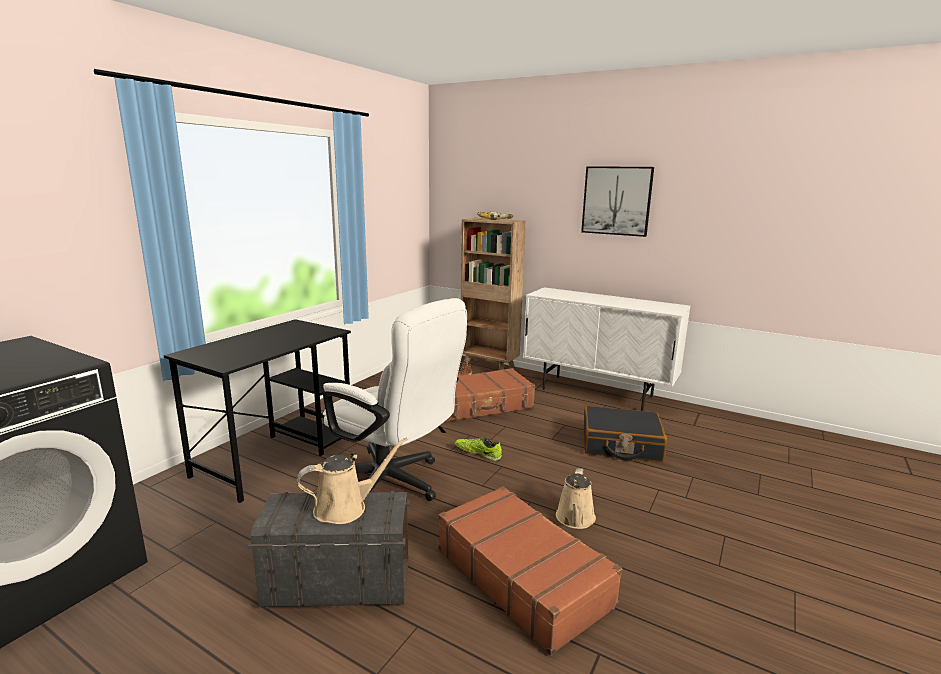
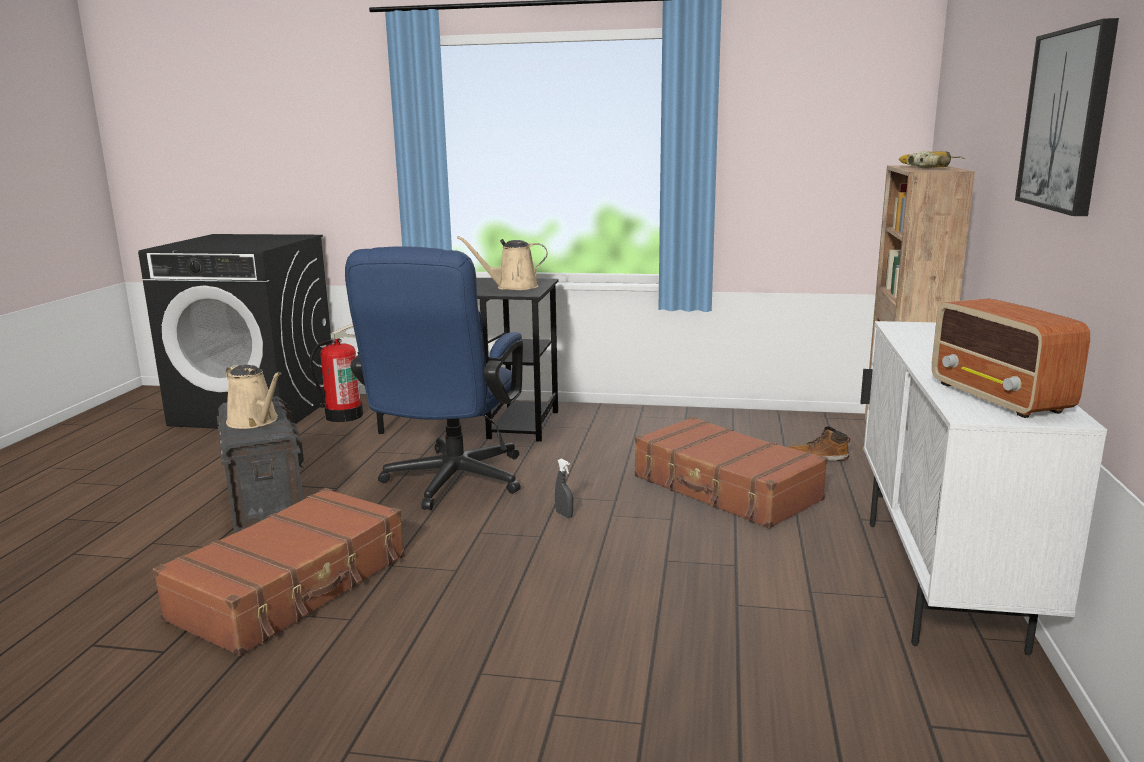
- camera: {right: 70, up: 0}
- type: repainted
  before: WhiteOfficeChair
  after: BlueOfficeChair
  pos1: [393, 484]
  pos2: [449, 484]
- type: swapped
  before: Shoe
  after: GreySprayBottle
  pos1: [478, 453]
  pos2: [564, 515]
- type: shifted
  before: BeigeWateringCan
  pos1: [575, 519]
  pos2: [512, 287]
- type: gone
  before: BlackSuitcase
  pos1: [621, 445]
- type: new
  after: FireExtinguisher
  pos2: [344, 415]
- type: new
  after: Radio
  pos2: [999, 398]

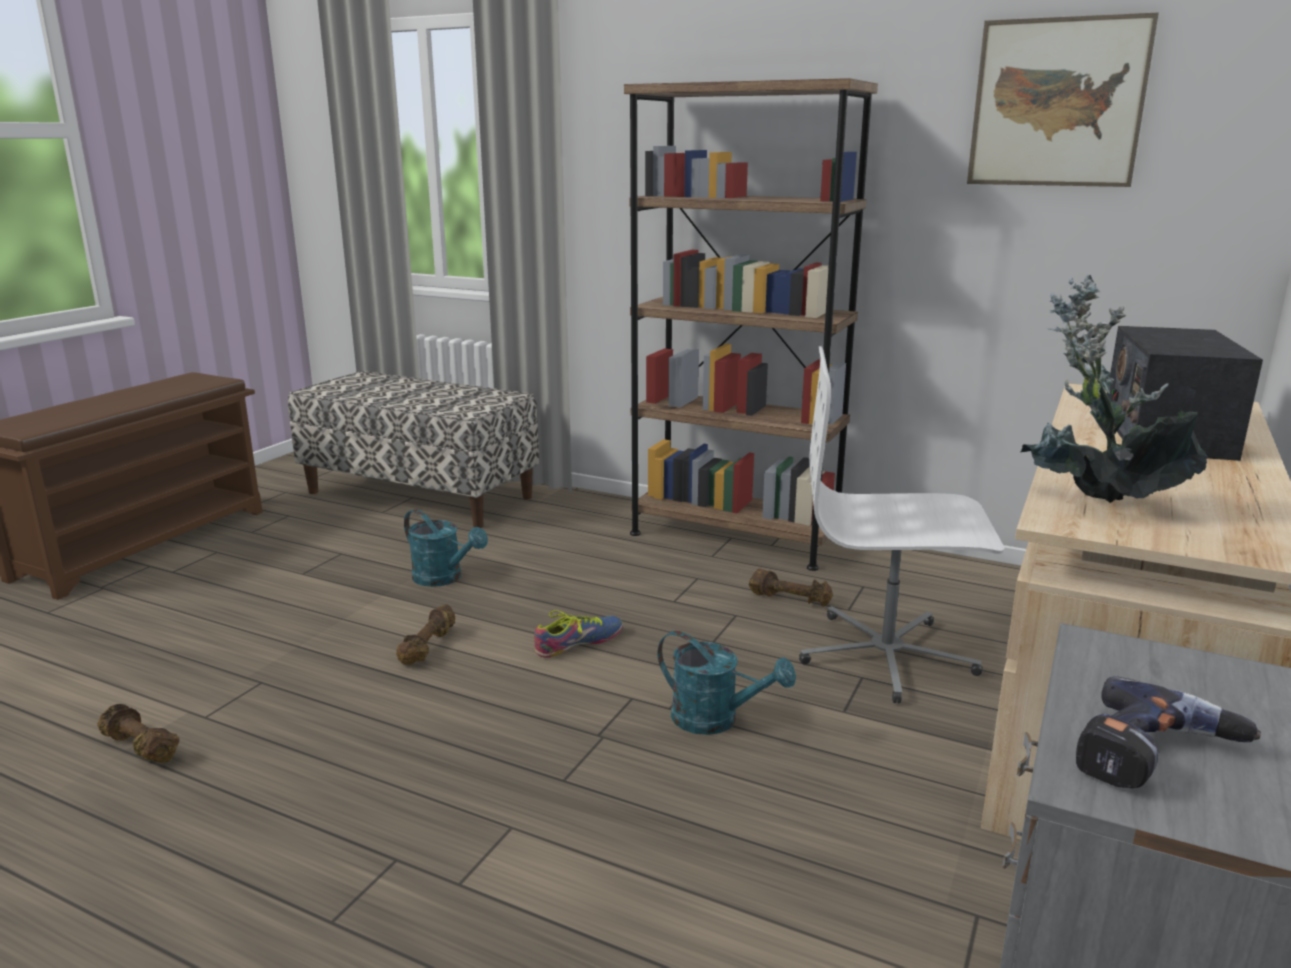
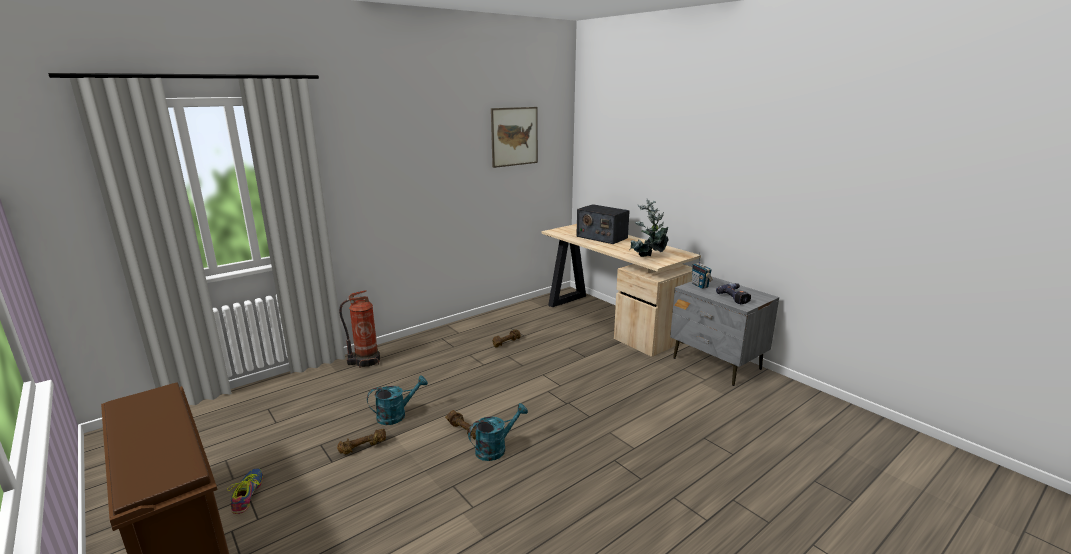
- camera: {right: -65, up: 0}
- type: shifted
  before: BrownDumbbell
  pos1: [139, 748]
  pos2: [363, 447]
- type: gone
  before: Bench
  pos1: [420, 495]
- type: shifted
  before: Shoe
  pos1: [578, 642]
  pos2: [247, 494]
- type: gone
  before: BrownBookcase
  pos1: [734, 536]
- type: shifted
  before: TurquoiseWateringCan
  pos1: [716, 720]
  pos2: [495, 448]
- type: gone
  before: WhiteOfficeChair
  pos1: [887, 655]
- type: new
  after: FireExtinguisher
  pos2: [365, 361]
- type: new
  after: Radio
  pos2: [700, 286]

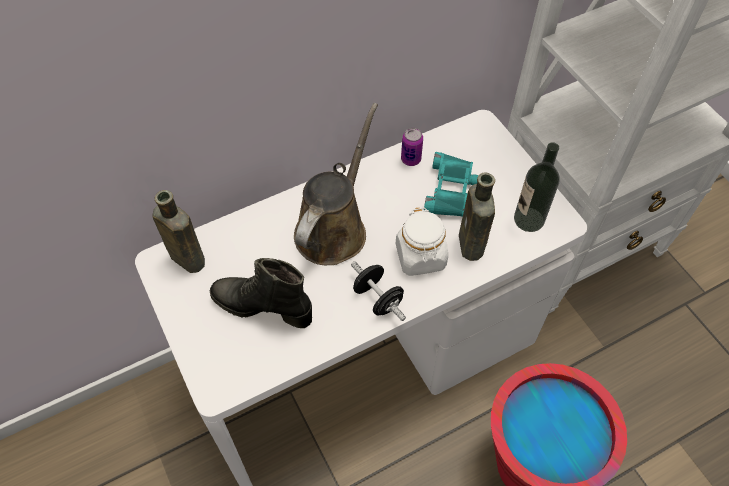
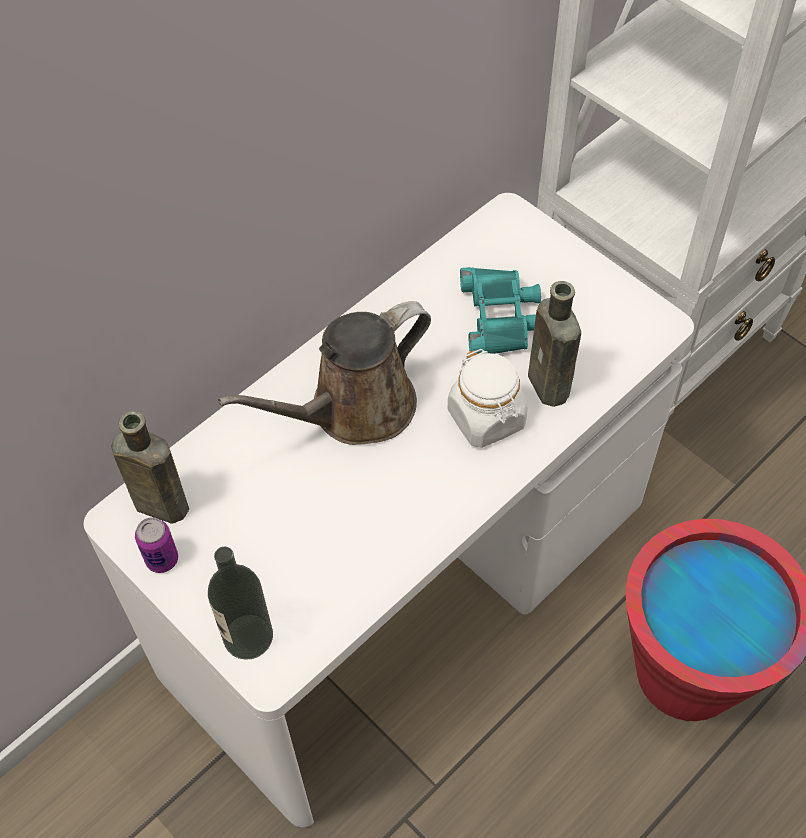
- camera: {right: -15, up: 0}
- type: gone
  before: BlackBoot
  pos1: [263, 307]
- type: rotated
  before: BrownWateringCan
  pos1: [334, 228]
  pos2: [354, 409]
  turn: -135
- type: gone
  before: BlackDumbbell
  pos1: [378, 299]
- type: shifted
  before: Can
  pos1: [411, 159]
  pos2: [162, 559]
- type: shifted
  before: Bottle
  pos1: [529, 219]
  pos2: [248, 636]

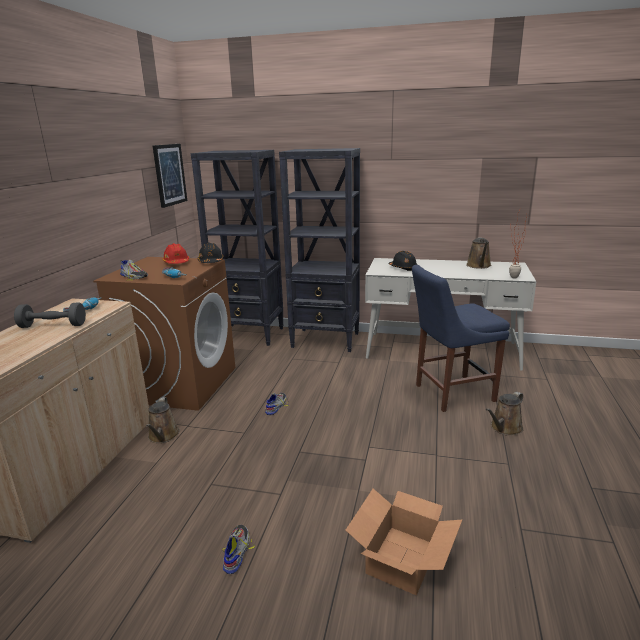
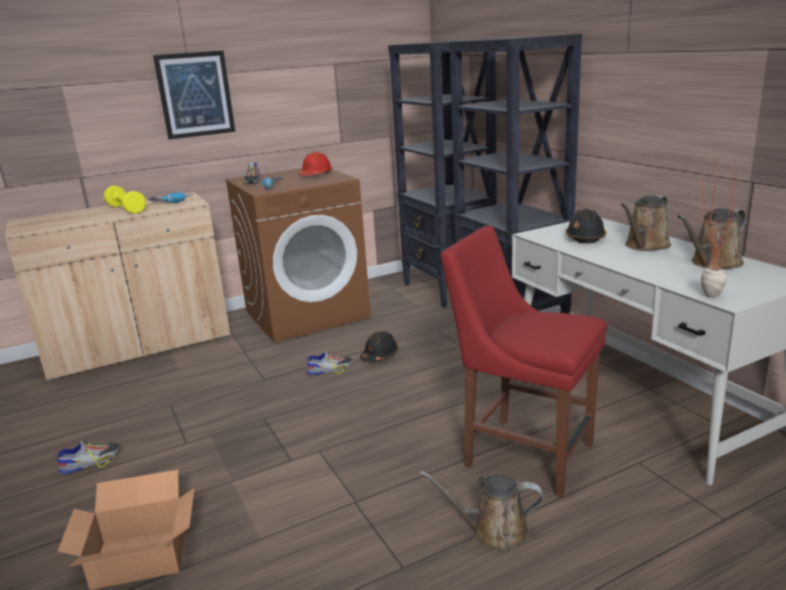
- camera: {right: 50, up: 0}
- type: repainted
  before: GreyDumbbell
  after: YellowDumbbell
  pos1: [53, 326]
  pos2: [126, 209]
- type: shifted
  before: BrownWateringCan
  pos1: [163, 436]
  pos2: [645, 246]
- type: shifted
  before: Picture
  pos1: [169, 175]
  pos2: [195, 94]
- type: shifted
  before: BlackHardHat
  pos1: [211, 262]
  pos2: [380, 355]
- type: repainted
  before: BlueChair
  after: RedChair
  pos1: [450, 393]
  pos2: [523, 452]

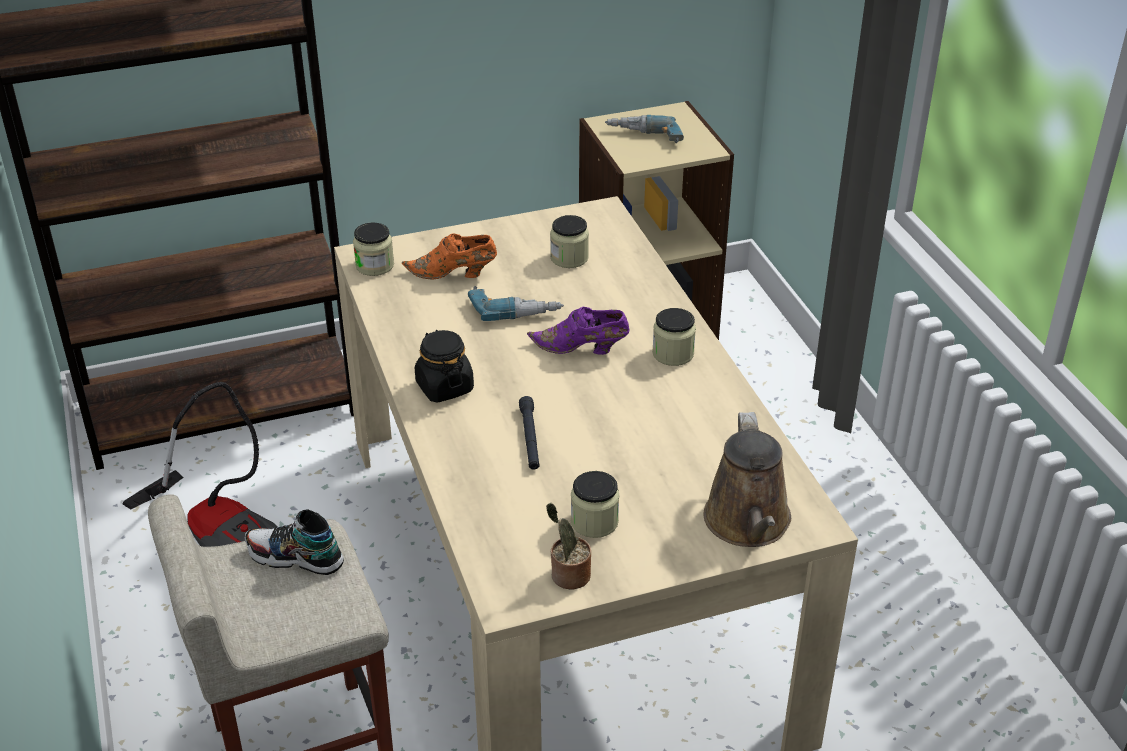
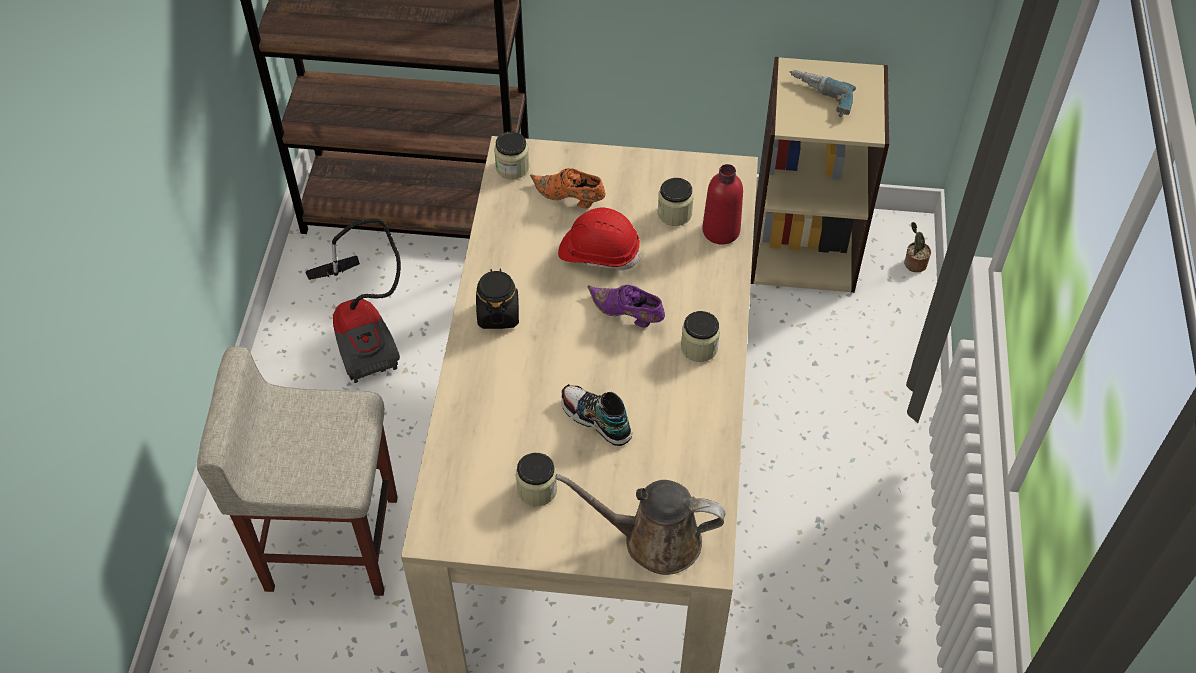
- camera: {right: 25, up: 15}
- type: shifted
  before: Shoe
  pos1: [295, 558]
  pos2: [596, 419]
- type: swapped
  before: PowerDrill
  after: RedHardHat
  pos1: [515, 308]
  pos2: [599, 252]
- type: gone
  before: BlackFlashlight
  pos1: [530, 438]
- type: shifted
  before: PottedPlant
  pos1: [568, 576]
  pos2: [913, 263]
- type: rotated
  before: BrownWateringCan
  pos1: [748, 524]
  pos2: [654, 540]
  turn: 75
- type: new
  after: RedBottle
  pos2: [721, 231]

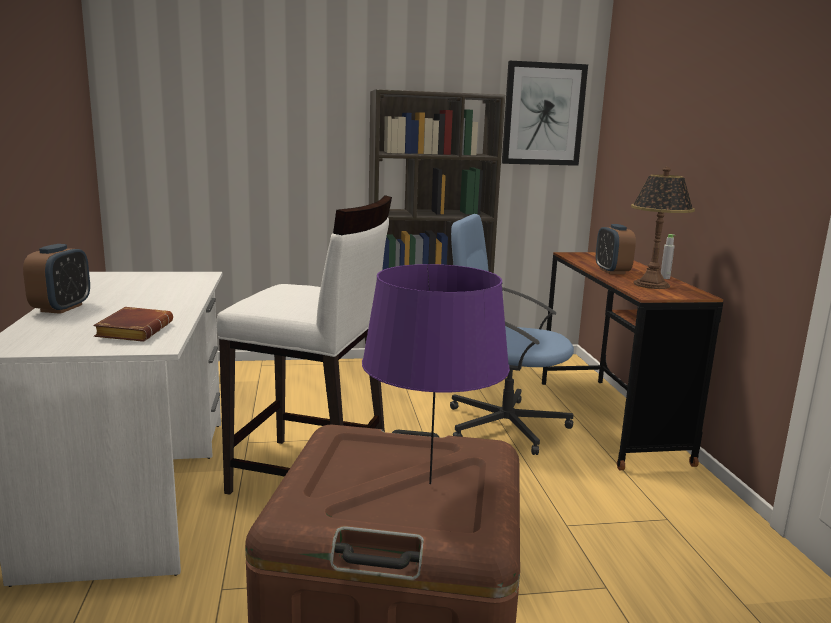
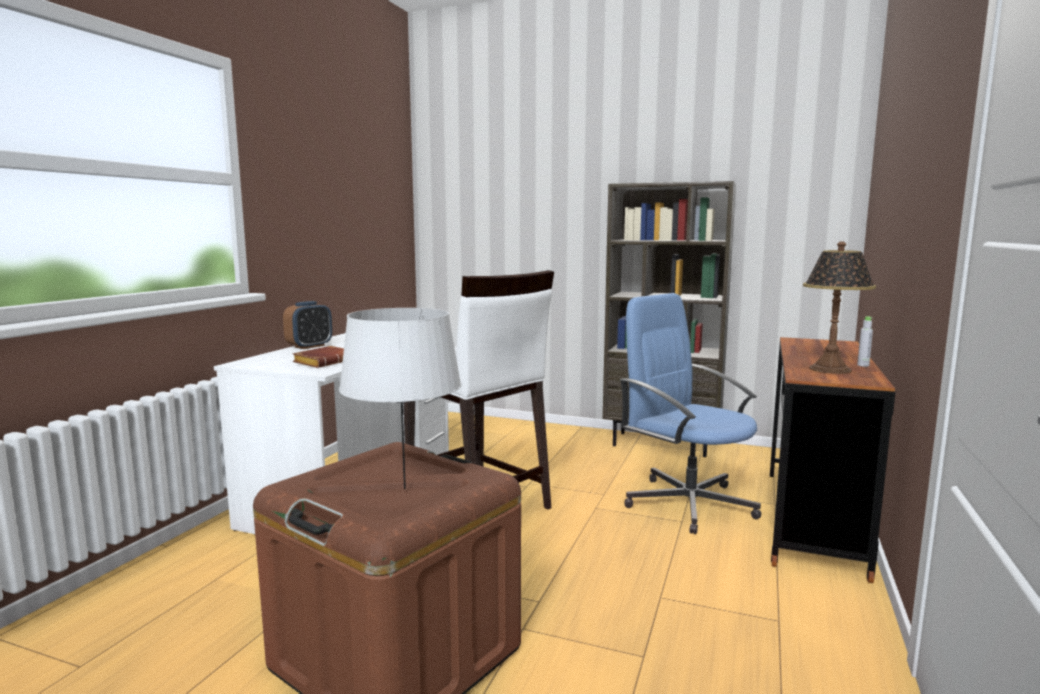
- camera: {right: 30, up: -5}
- type: repainted
  before: PurpleTableLamp
  after: GreyTableLamp
  pos1: [431, 483]
  pos2: [405, 488]
- type: gone
  before: Picture
  pos1: [543, 114]
- type: gone
  before: AlarmClock
  pos1: [612, 271]

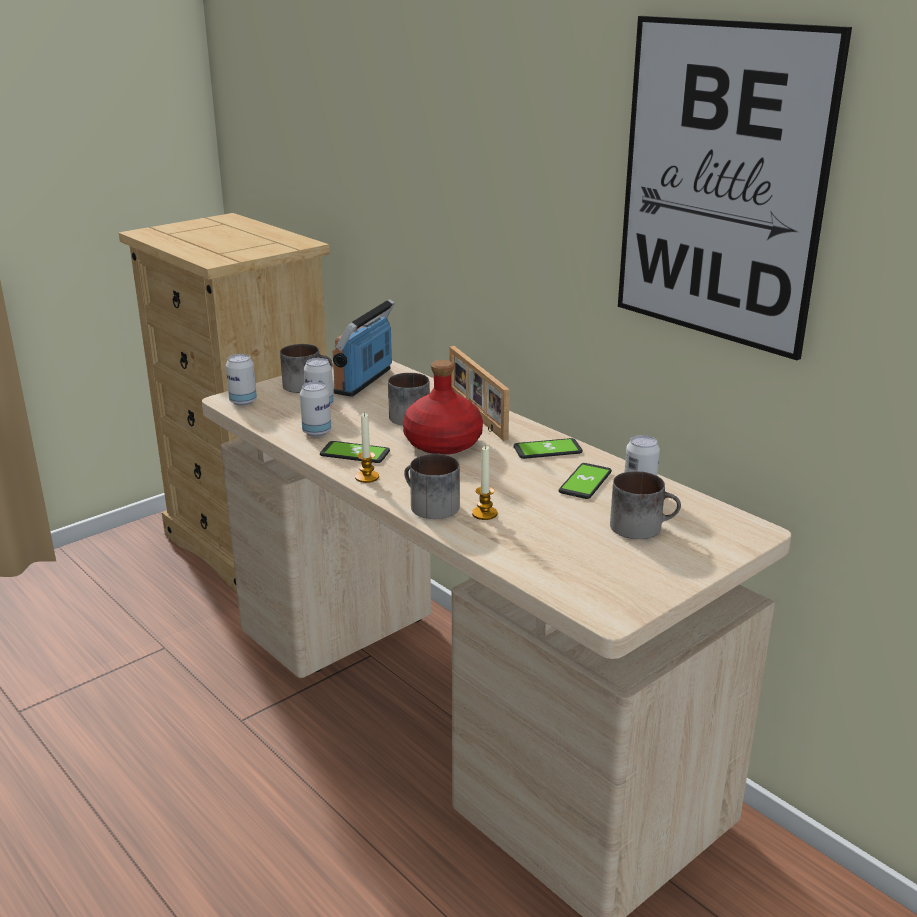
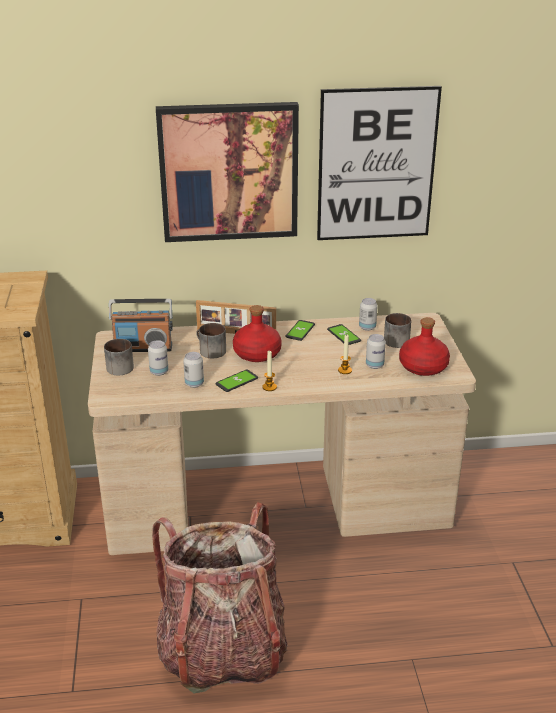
- camera: {right: -55, up: 5}
- type: shifted
  before: Can
  pos1: [243, 402]
  pos2: [374, 365]
- type: rotated
  before: Radio
  pos1: [364, 381]
  pos2: [143, 347]
  turn: -60
- type: gone
  before: Mug
  pos1: [428, 506]
- type: new
  after: Backpack
  pos2: [222, 650]
- type: new
  after: Picture
  pos2: [229, 172]
- type: new
  after: RedBottle
  pos2: [423, 367]

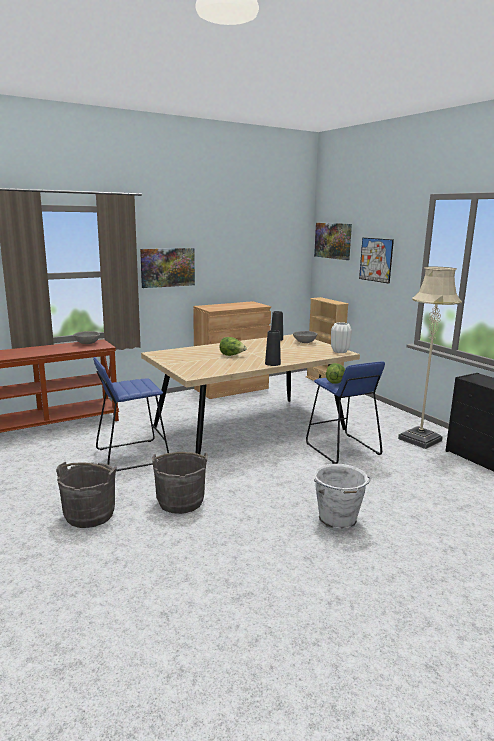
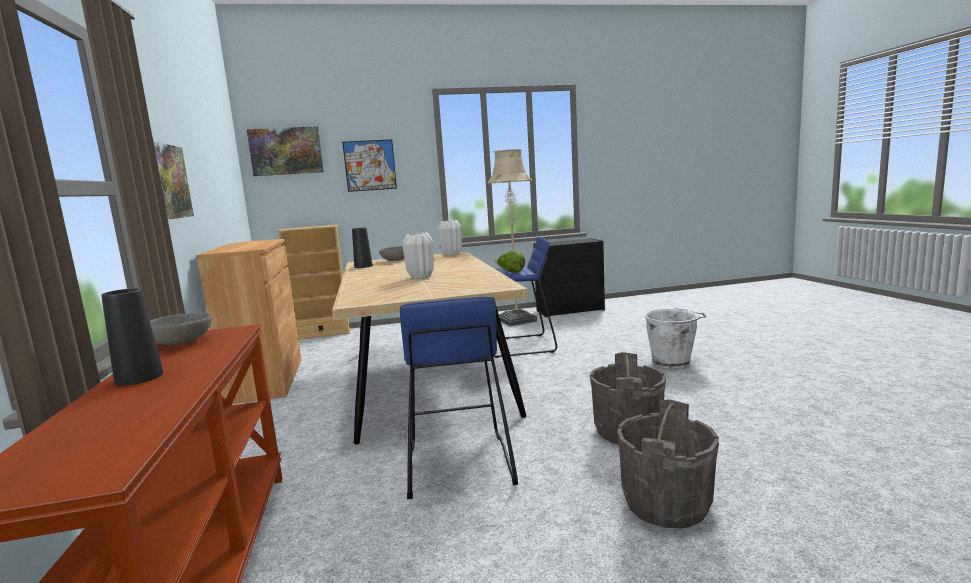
- camera: {right: -70, up: -5}
- type: swapped
  before: Lettuce
  after: WhiteVase
  pos1: [232, 355]
  pos2: [420, 277]
- type: shifted
  before: BlackVase
  pos1: [272, 363]
  pos2: [139, 377]

